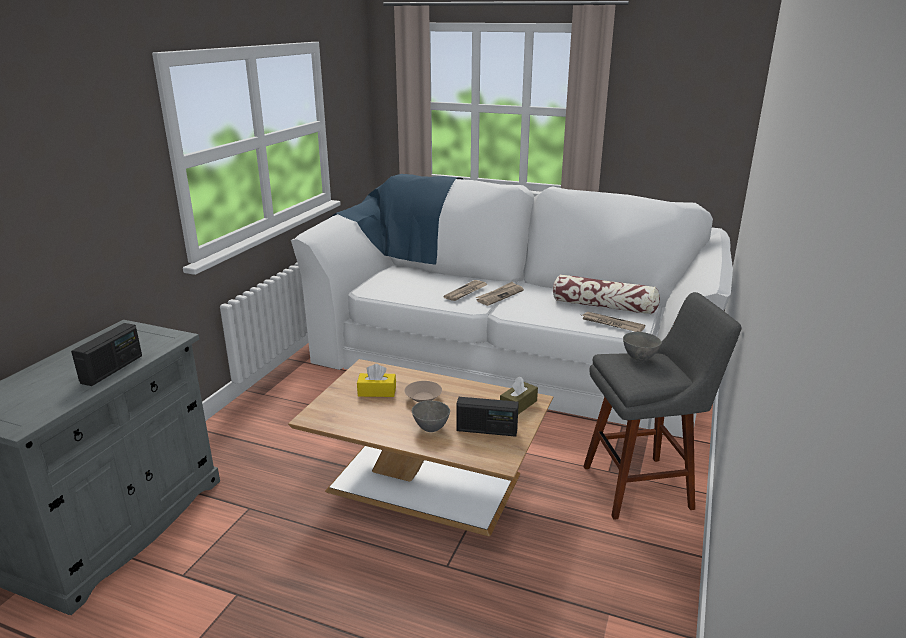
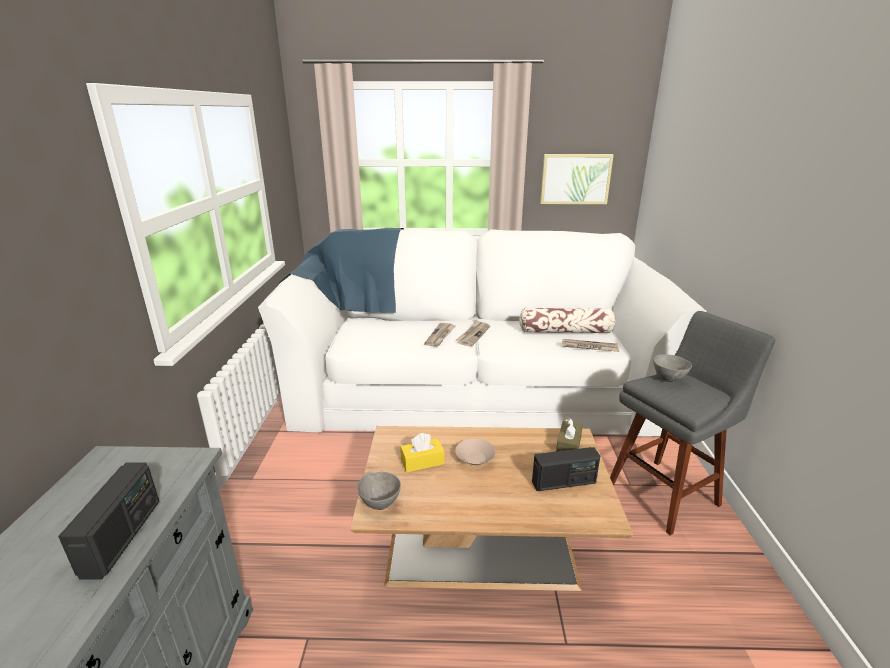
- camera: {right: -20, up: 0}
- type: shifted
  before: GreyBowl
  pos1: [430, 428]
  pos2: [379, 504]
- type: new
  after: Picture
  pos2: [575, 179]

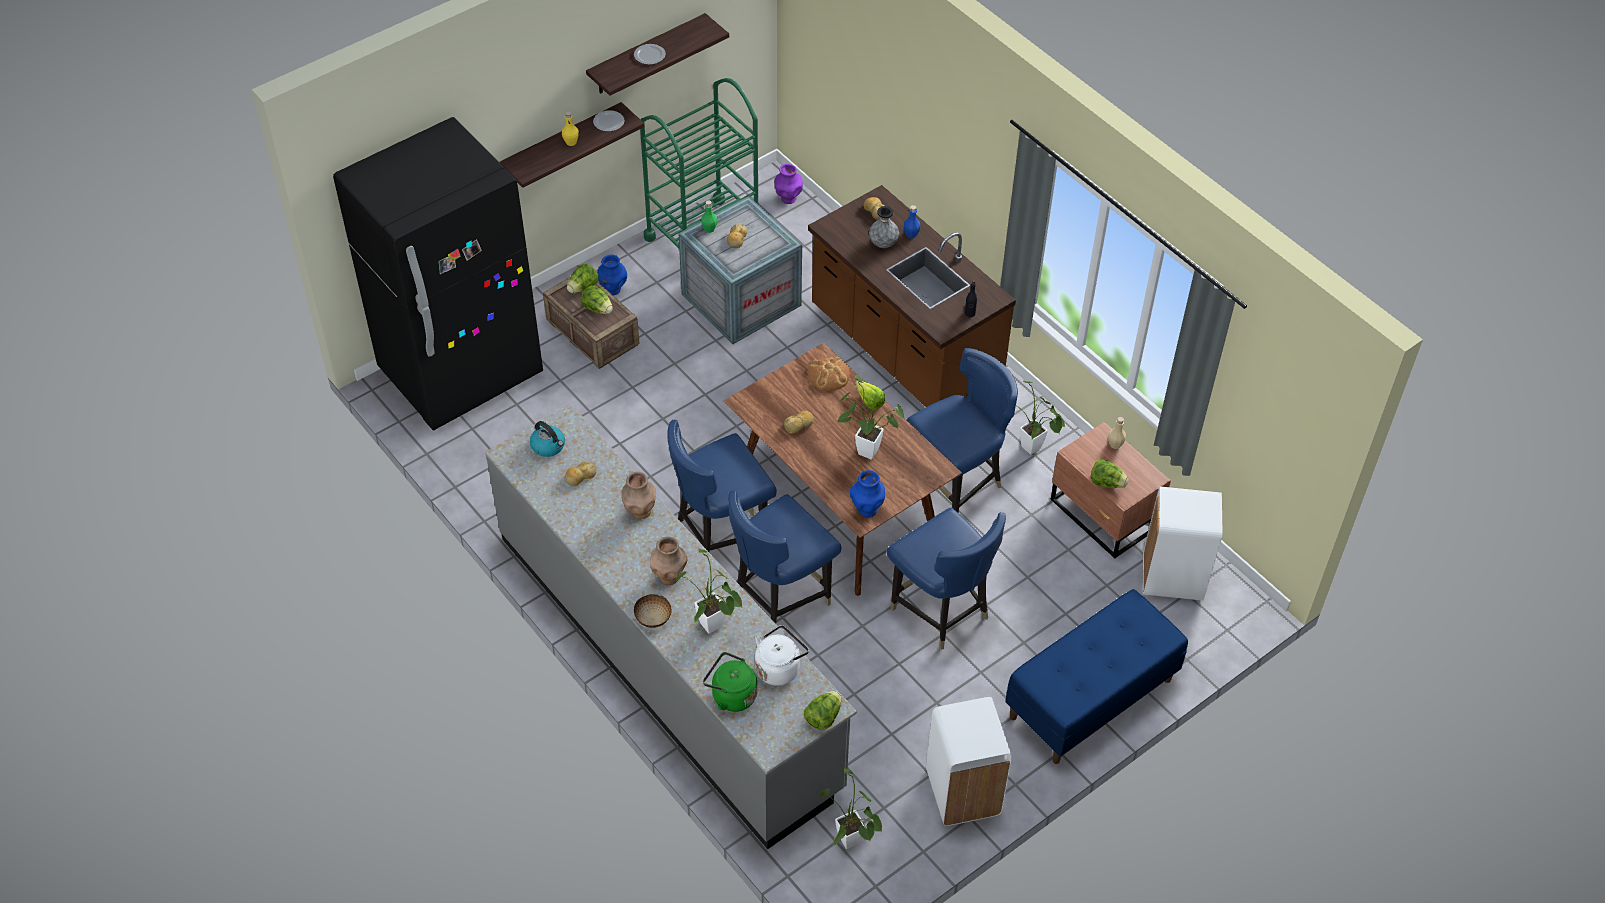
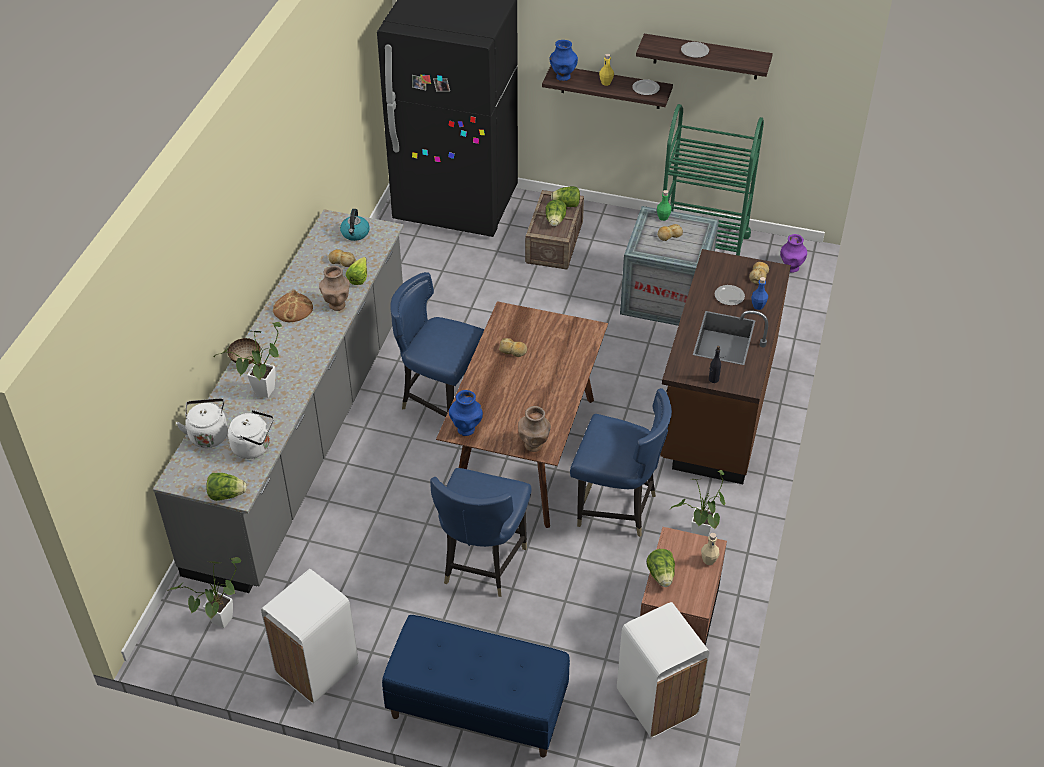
- camera: {right: 55, up: -5}
- type: shifted
  before: BlueVase
  pos1: [613, 290]
  pos2: [563, 77]
- type: shifted
  before: BrownVase
  pos1: [669, 576]
  pos2: [534, 445]
- type: repainted
  before: GreenKettle
  after: WhiteKettle
  pos1: [731, 695]
  pos2: [208, 434]
- type: gone
  before: BlueChair
  pos1: [780, 596]
- type: shifted
  before: Bread
  pos1: [828, 375]
  pos2: [293, 309]
- type: gone
  before: PottedPlant
  pos1: [863, 450]
- type: shifted
  before: Lettuce
  pos1: [868, 399]
  pos2: [360, 276]
- type: swapped
  before: GreyVase
  after: Plate
  pos1: [883, 244]
  pos2: [730, 296]

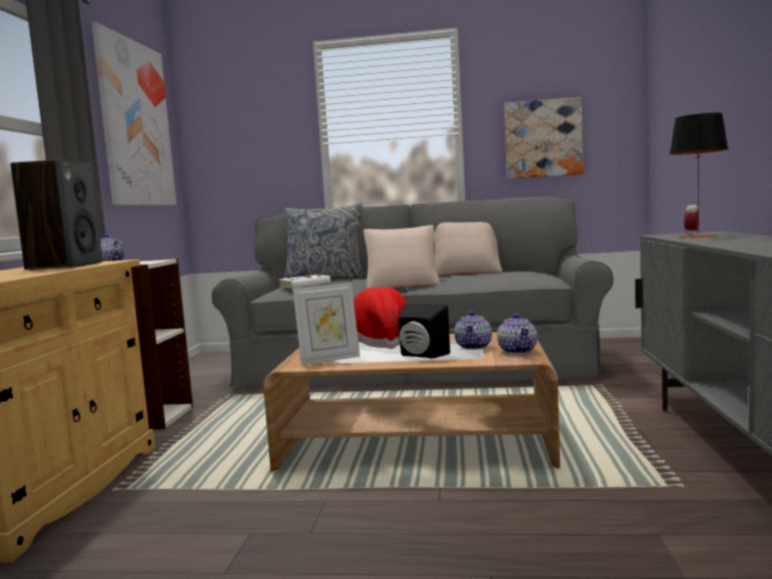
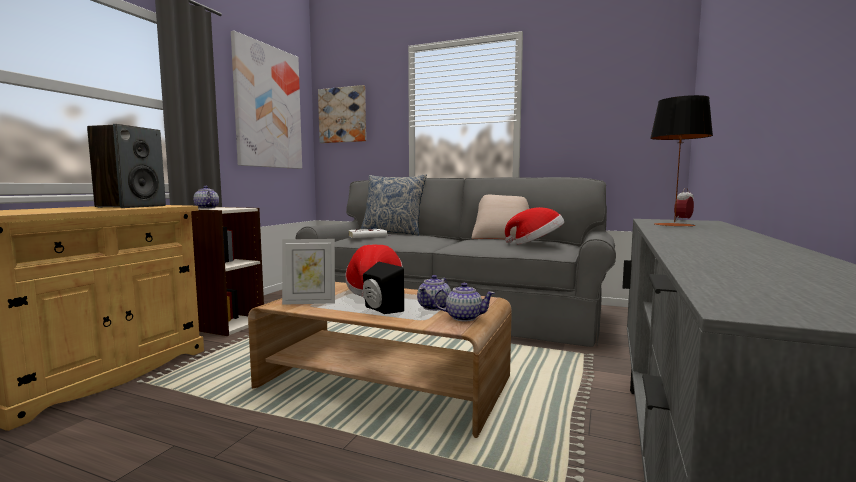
- camera: {right: 15, up: 0}
- type: gone
  before: BeigePillow
  pos1: [403, 285]
- type: rotated
  before: Teapot
  pos1: [517, 351]
  pos2: [463, 317]
  turn: -90
- type: shifted
  before: Picture
  pos1: [543, 139]
  pos2: [343, 115]
- type: new
  after: Hat
  pos2: [536, 244]

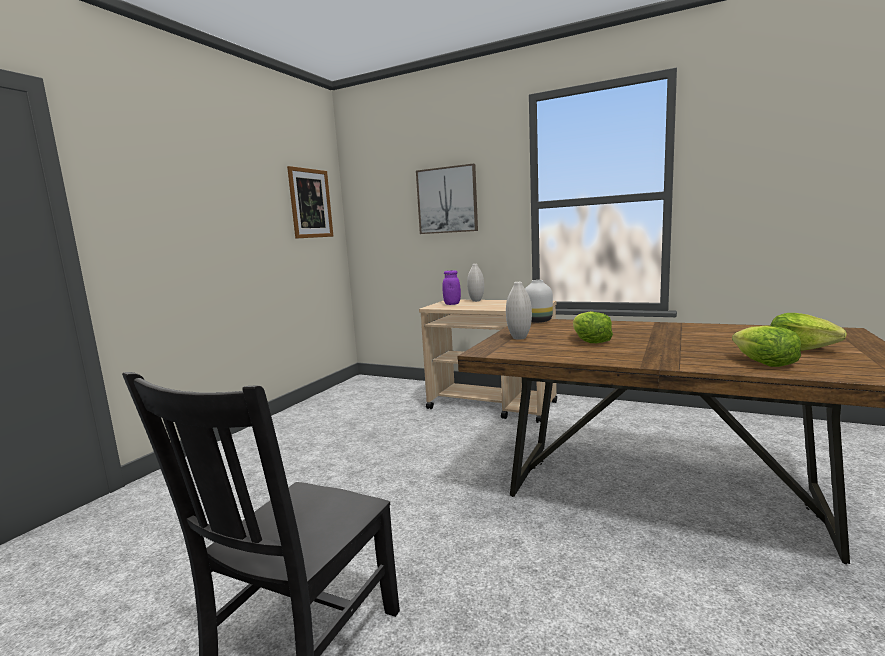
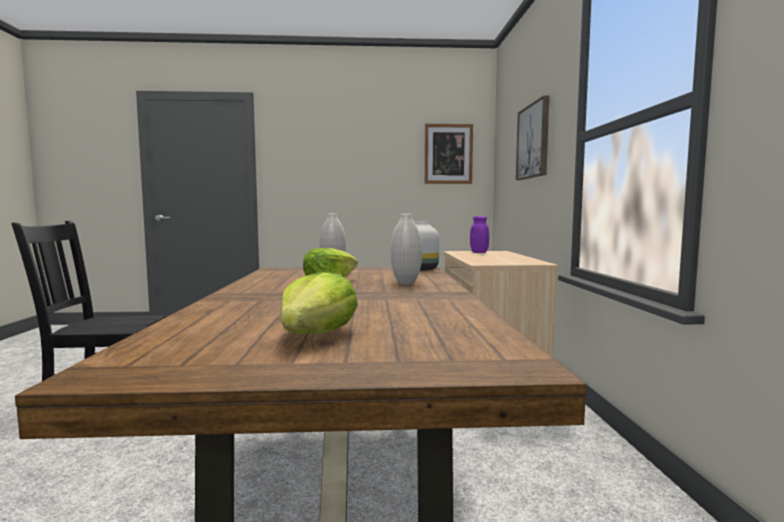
- camera: {right: 60, up: -5}
- type: shifted
  before: WhiteVase
  pos1: [476, 301]
  pos2: [406, 283]
- type: gone
  before: Lettuce
  pos1: [764, 363]

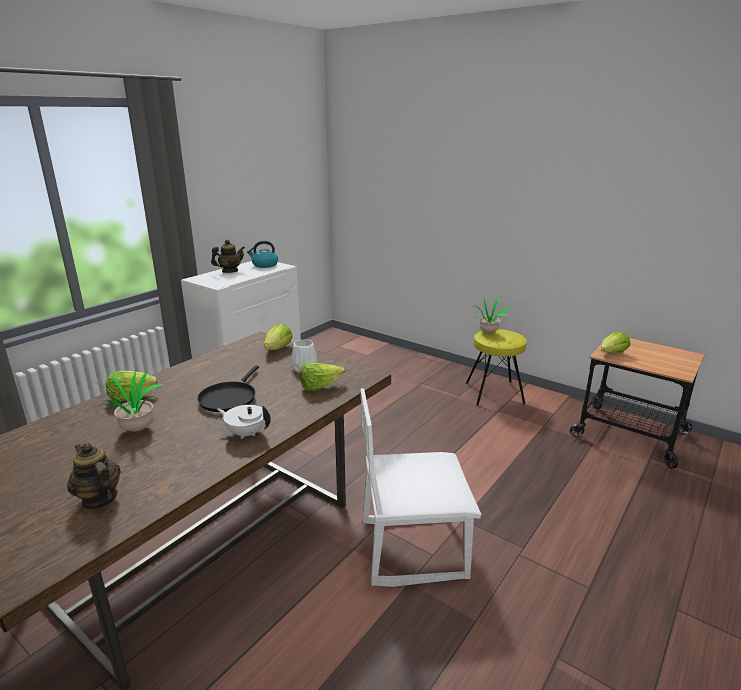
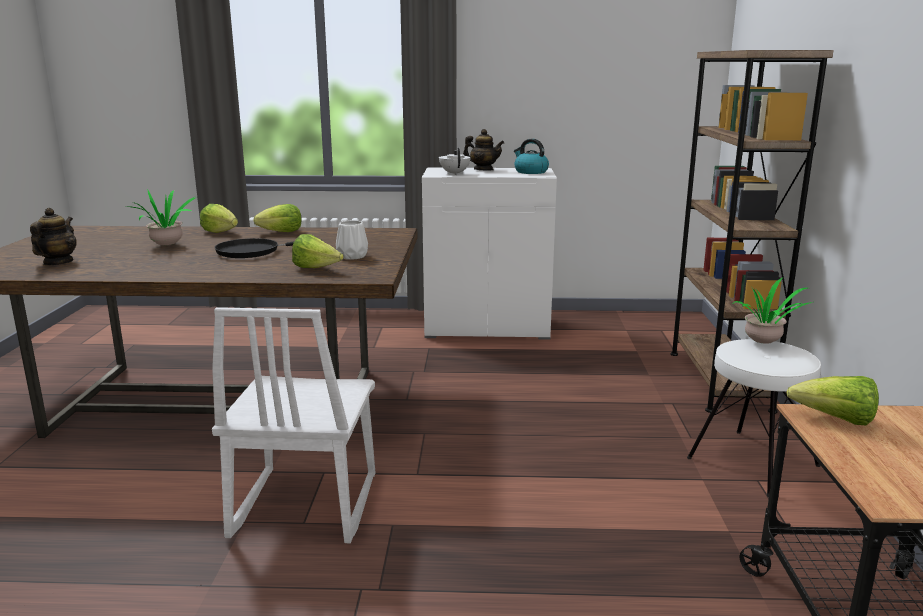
- camera: {right: 55, up: -5}
- type: shifted
  before: WhiteTeapot
  pos1: [246, 433]
  pos2: [454, 174]
- type: shifted
  before: Lettuce
  pos1: [278, 348]
  pos2: [281, 232]
- type: rotated
  before: WhiteChair
  pos1: [412, 548]
  pos2: [303, 505]
  turn: -135
- type: repainted
  before: YellowStool
  after: WhiteStool
  pos1: [494, 393]
  pos2: [752, 461]
- type: new
  after: BrownBookcase
  pos2: [719, 380]

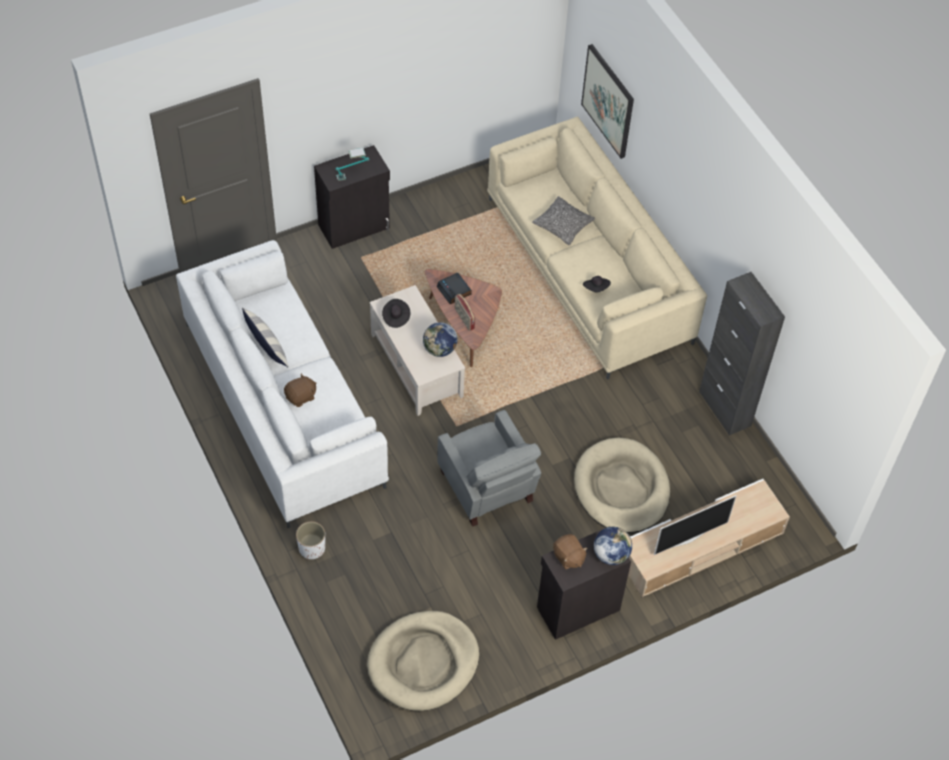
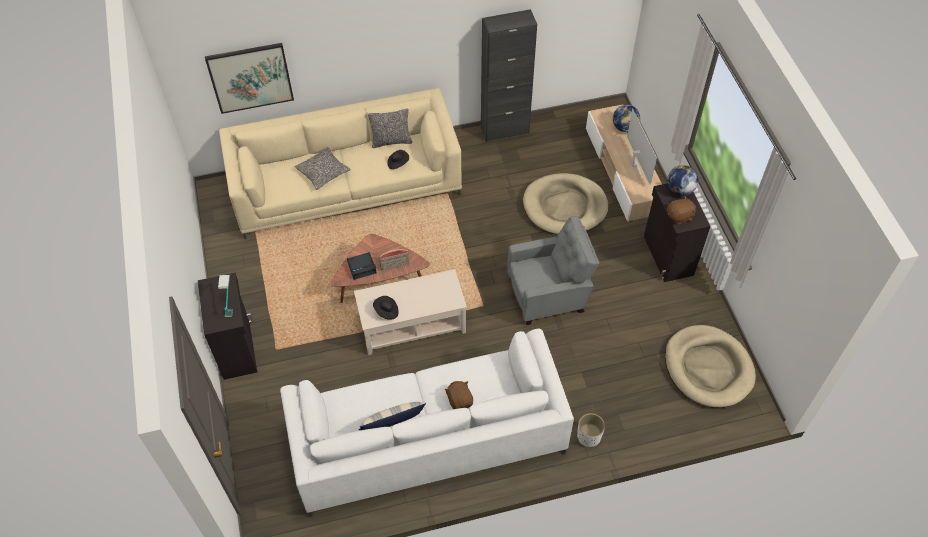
- camera: {right: -75, up: 0}
- type: shifted
  before: Globe
  pos1: [440, 349]
  pos2: [624, 127]
- type: new
  after: Pillow
  pos2: [391, 141]

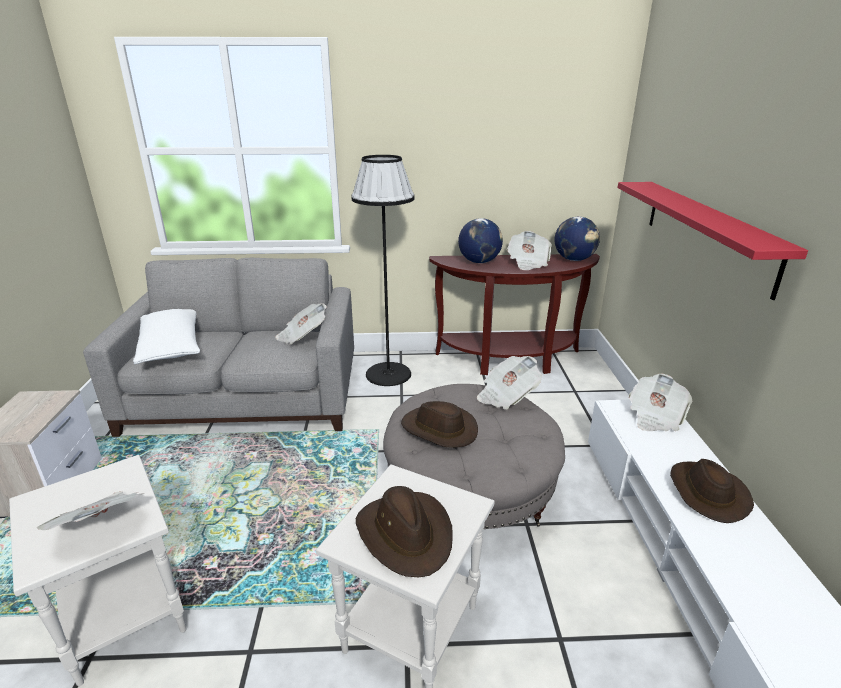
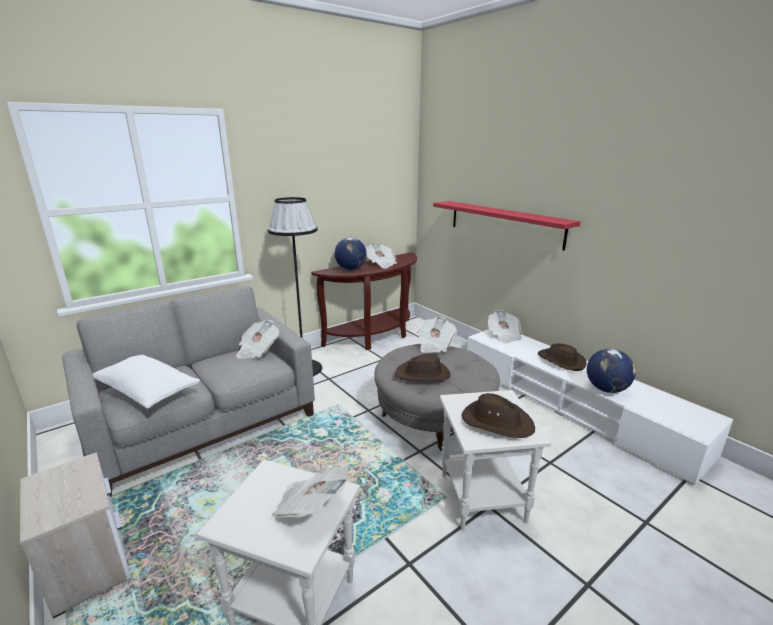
- camera: {right: -35, up: -5}
- type: shifted
  before: Globe
  pos1: [574, 259]
  pos2: [606, 389]

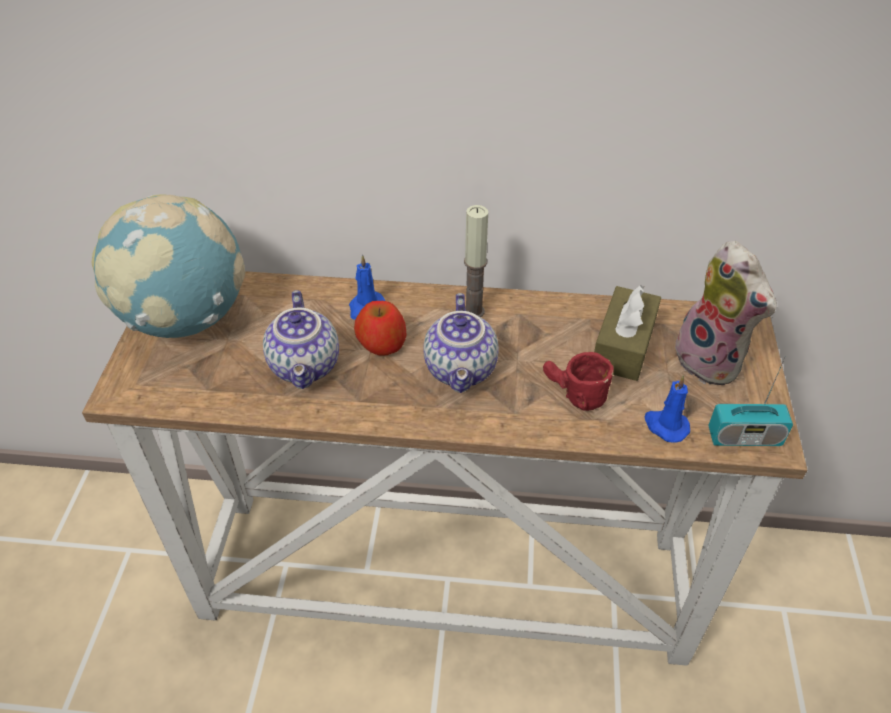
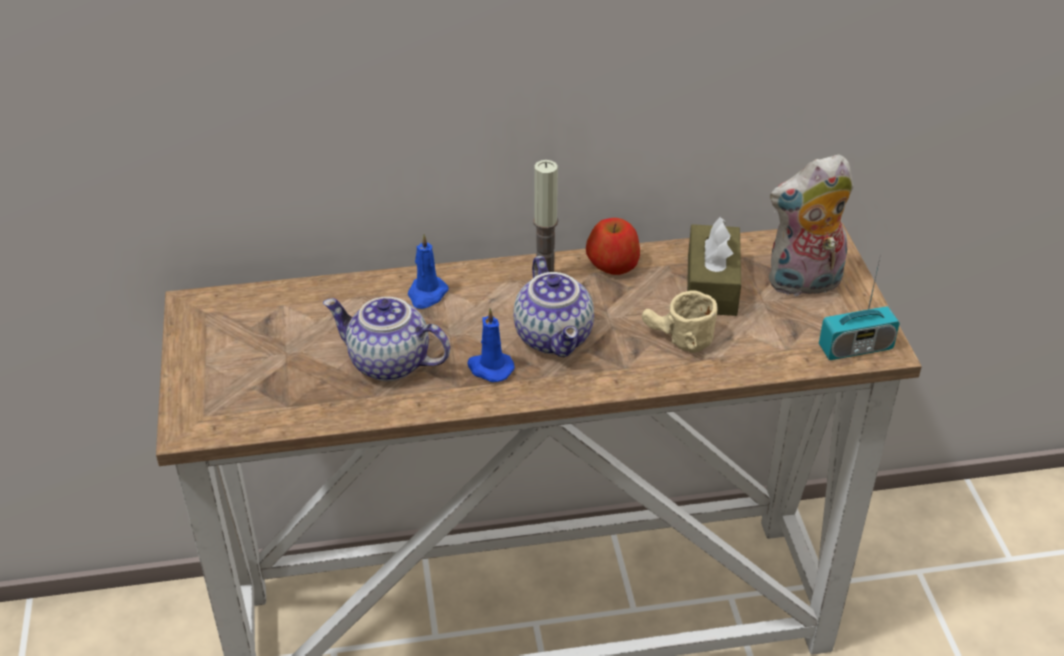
- camera: {right: -15, up: -5}
- type: gone
  before: Globe
  pos1: [186, 318]
- type: rotated
  before: Teapot
  pos1: [306, 366]
  pos2: [387, 364]
  turn: 135
- type: shifted
  before: Apple
  pos1: [382, 343]
  pos2: [612, 264]
- type: repainted
  before: RedMug
  after: BeigeMug
  pos1: [572, 395]
  pos2: [676, 340]
- type: shifted
  before: BlueCandle
  pos1: [665, 426]
  pos2: [489, 368]
- type: rotated
  before: PlushToy
  pos1: [712, 361]
  pos2: [804, 284]
  turn: 120

